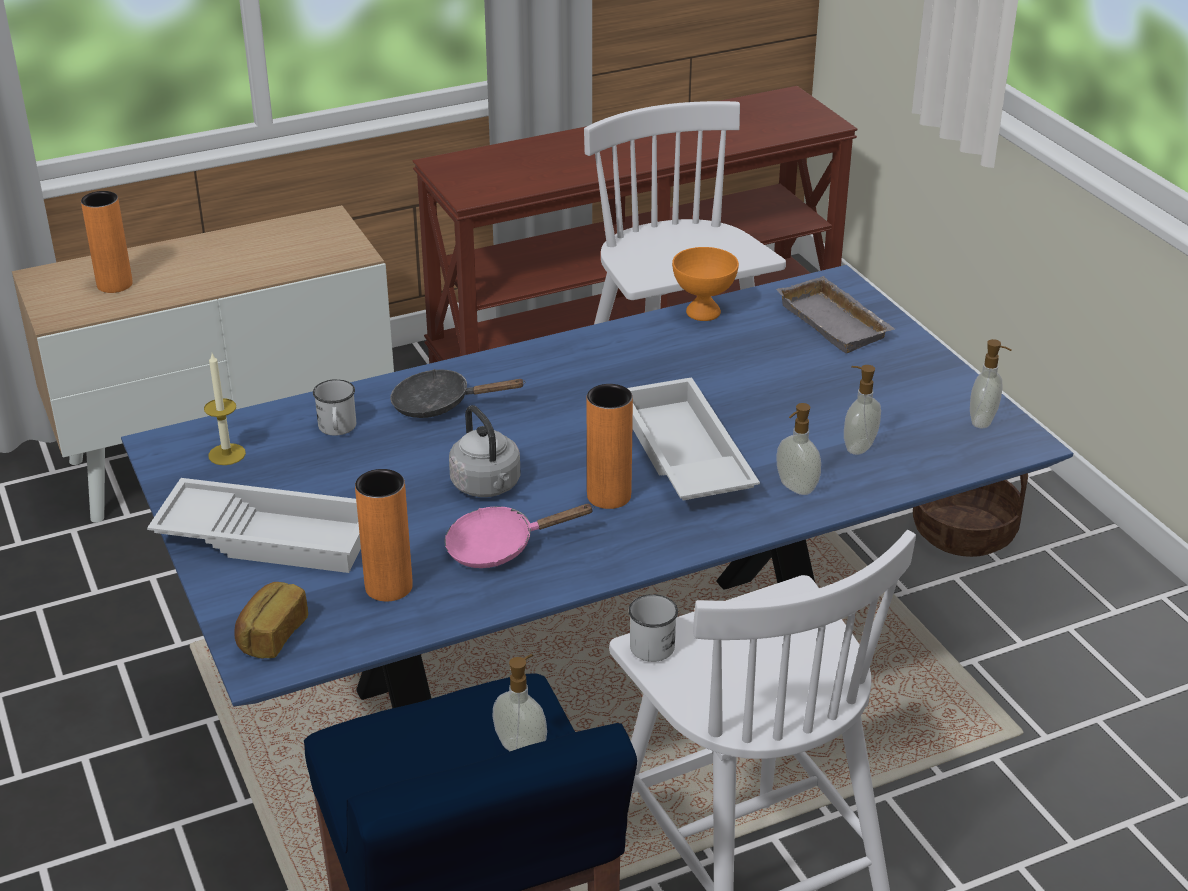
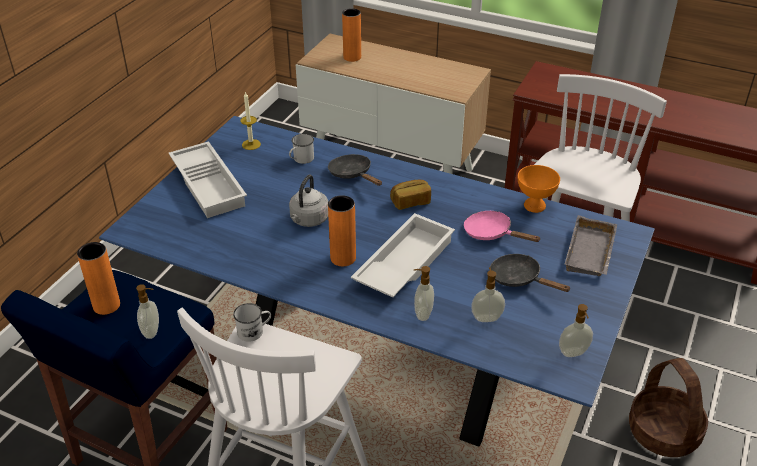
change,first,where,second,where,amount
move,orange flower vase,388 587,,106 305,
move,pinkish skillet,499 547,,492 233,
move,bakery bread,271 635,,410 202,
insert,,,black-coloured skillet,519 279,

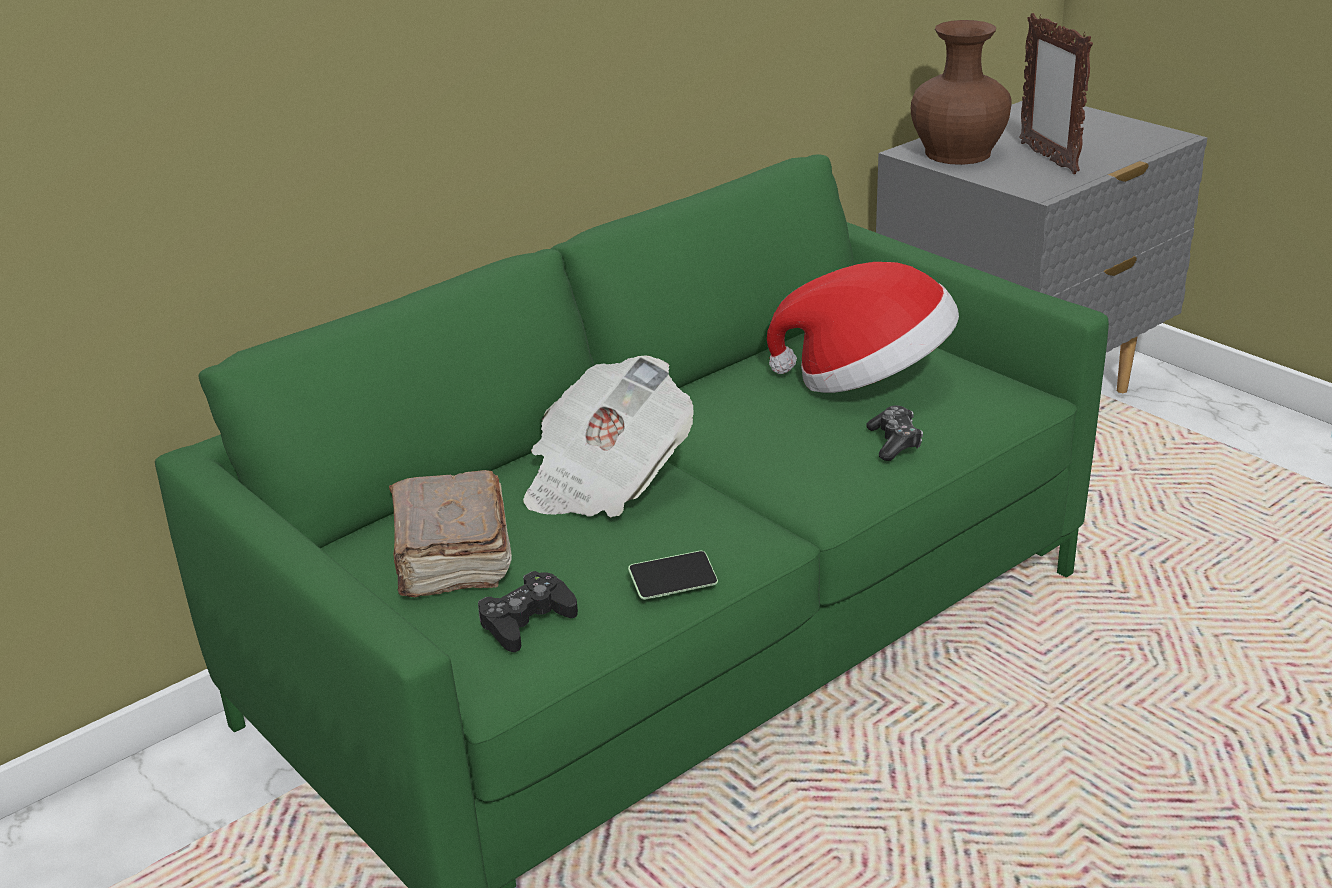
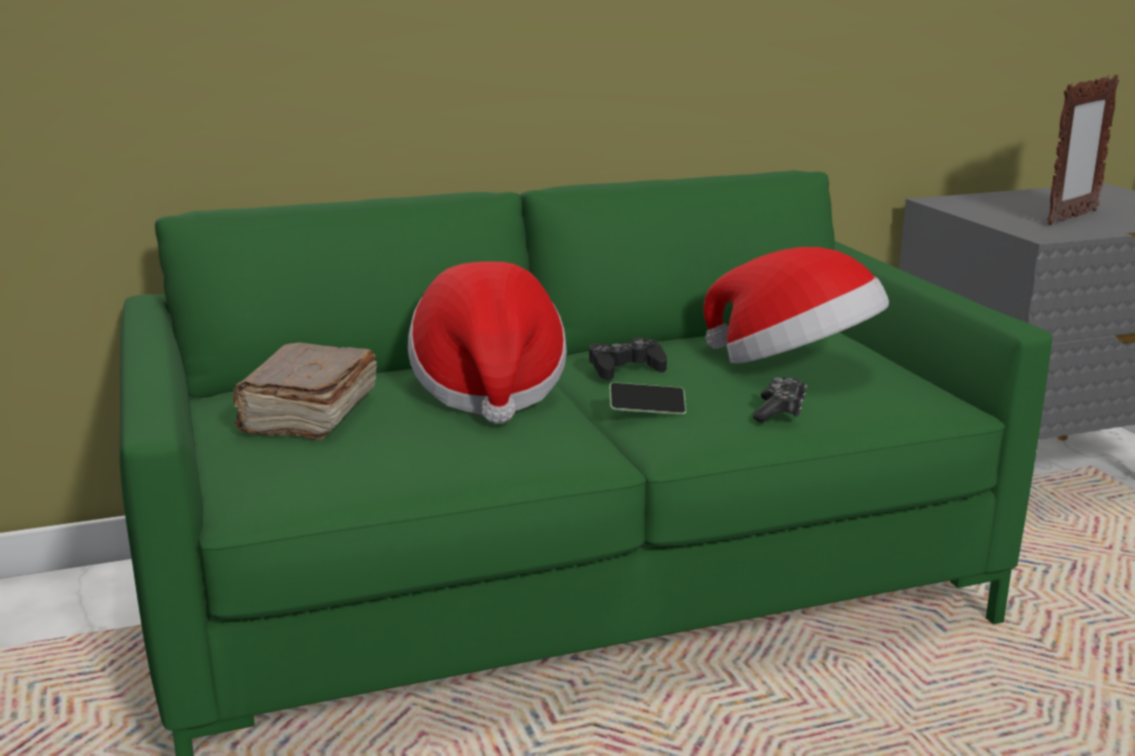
change,first,where,second,where,amount
rotate,standing frame,1048 158,,1071 217,135 degrees counterclockwise
delete,brownish flower vase,958 153,,,
replace,newspaper,605 480,hat,488 390,
move,handset,673 585,,647 409,
move,black-coloured gamepad,526 621,,625 368,

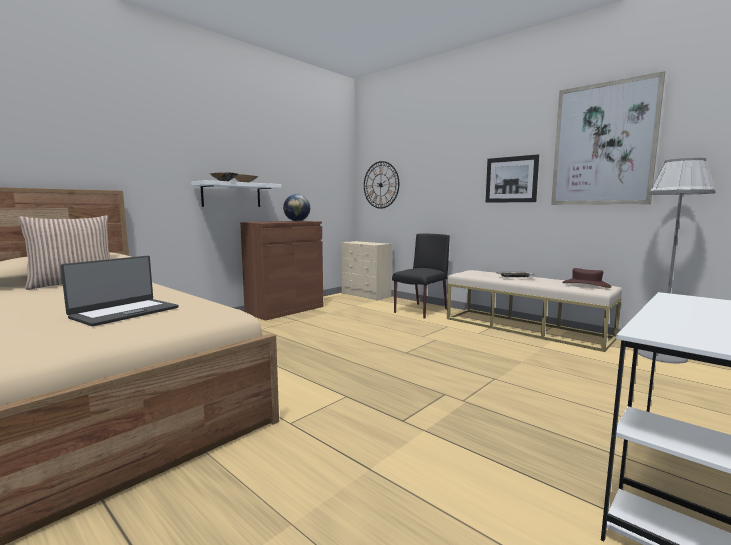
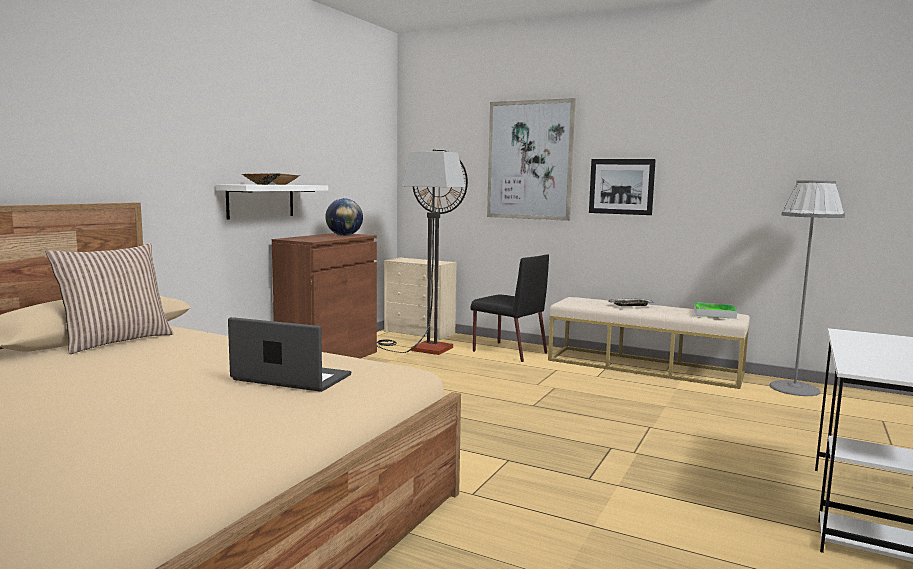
change,first,where,second,where,amount
move,wall art,603 144,,530 160,
rotate,black-coloured chair,420 311,,508 351,105 degrees clockwise
rotate,notebook computer,124 312,,291 378,90 degrees counterclockwise
replace,brownish hat,586 284,serving tray,714 313,
insert,,,standard lamp,420 348,

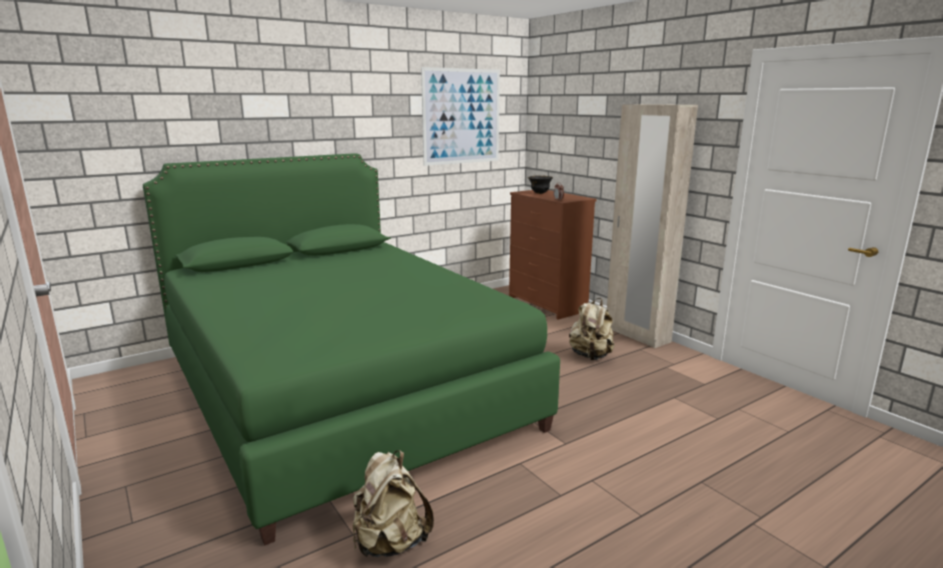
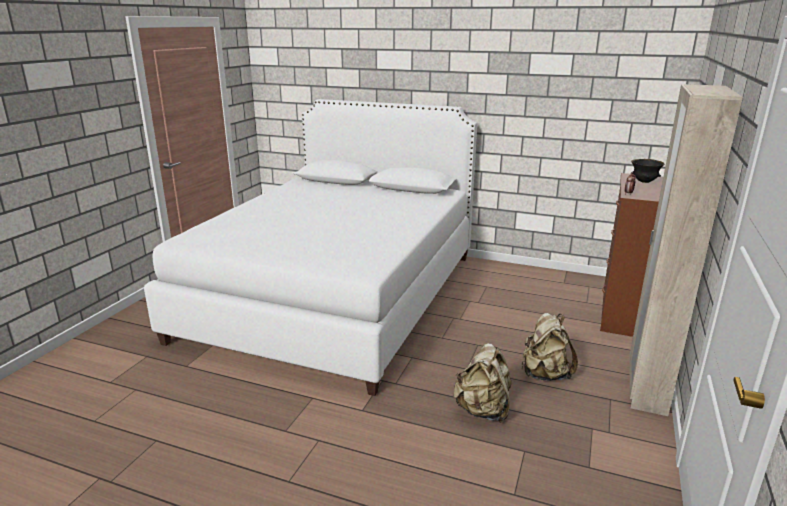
change,first,where,second,where,amount
delete,wall art,461 116,,,
recolor,green bed,340 391,whitish bed,336 295,
move,sand-coloured rucksack,390 543,,483 410,

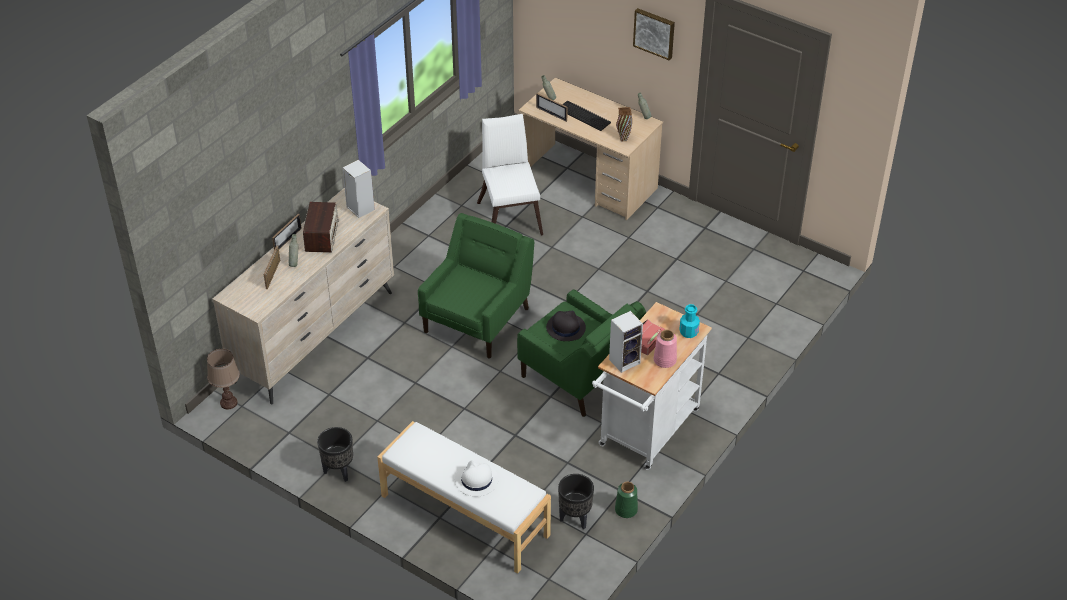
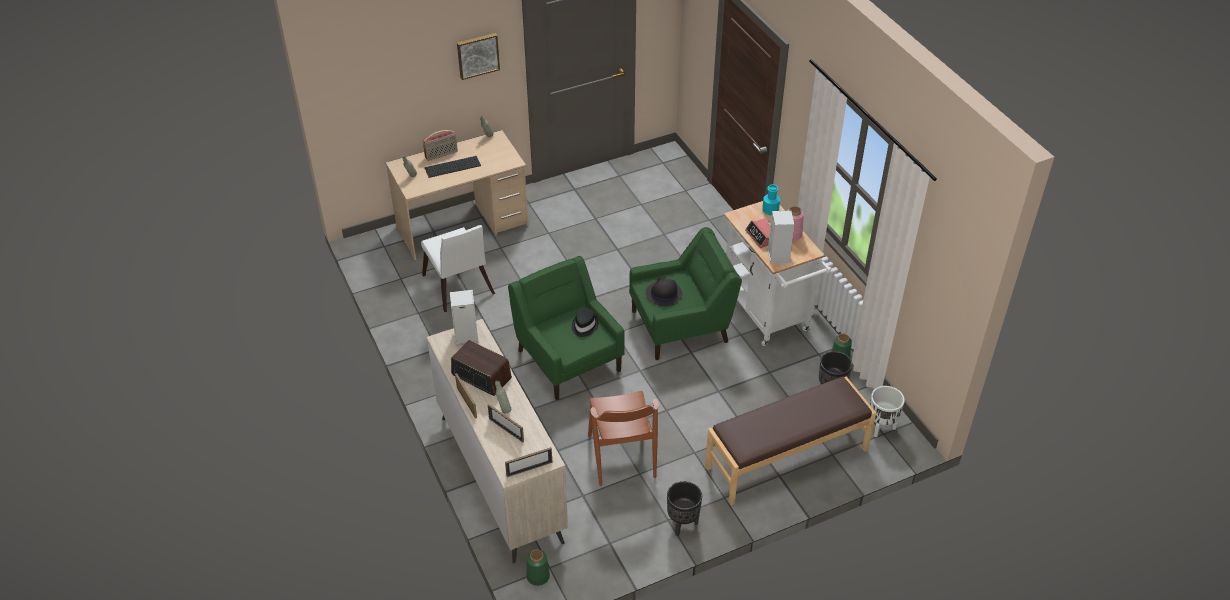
change,first,where,second,where,amount
move,standing frame,551 114,,529 469,
delete,brownish flower vase,623 139,,,
rotate,whitish chair,510 215,,459 288,135 degrees counterclockwise
replace,brownish table lamp,228 403,green flower vase,537 576,
recolor,whitish bench,464 516,brownish bench,787 459,
delete,whitish hat,476 480,,,
insert,,,radio,441 155,
insert,,,black-coloured hat,584 326,
insert,,,whitish flower pot,880 428,
insert,,,brownish chair,621 456,

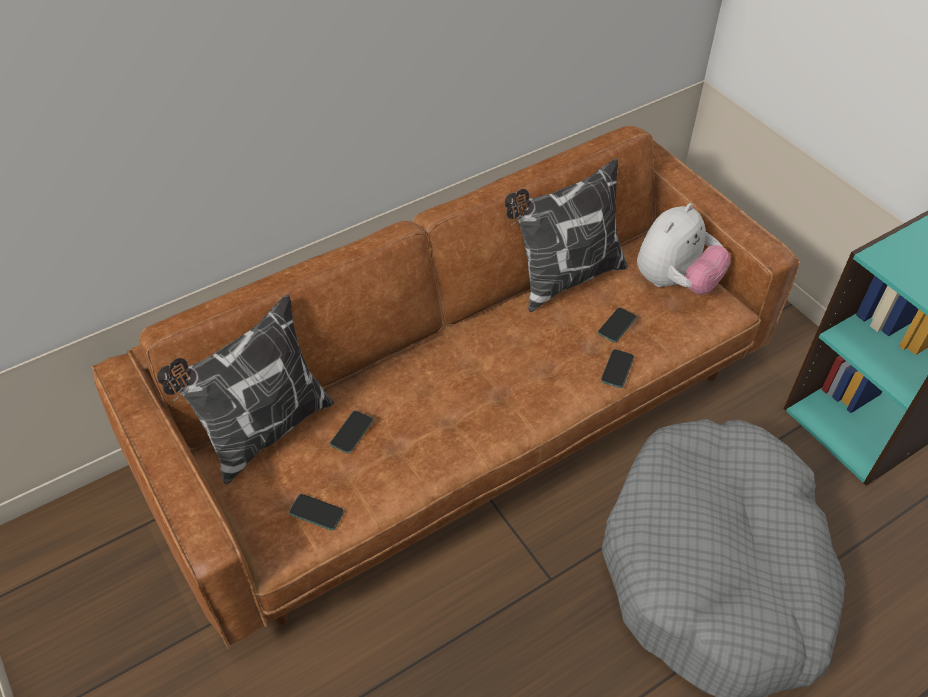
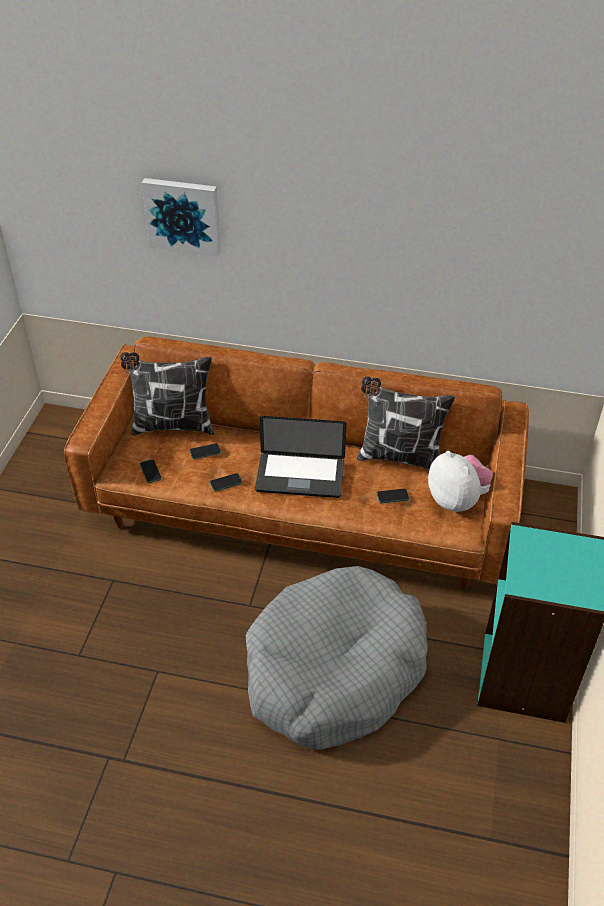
change,first,where,second,where,amount
rotate,soft toy,675 283,,457 500,120 degrees counterclockwise
move,handset,617 369,,225 483,
insert,,,wall art,183 215,
insert,,,notebook computer,300 476,

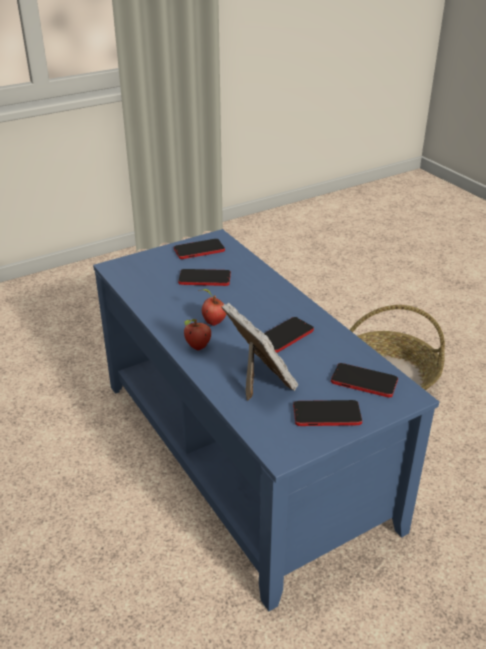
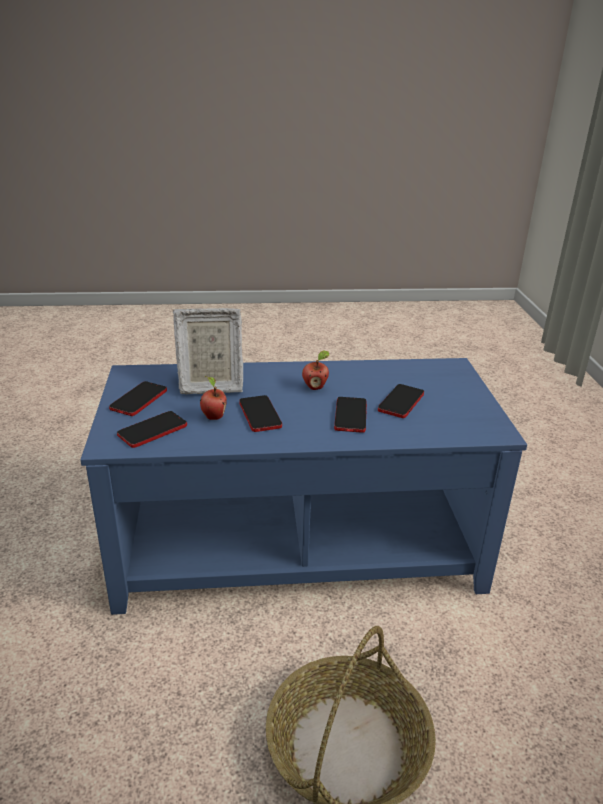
change,first,where,second,where,amount
move,handset,199 250,,350 415,
move,apple,197 347,,213 417,

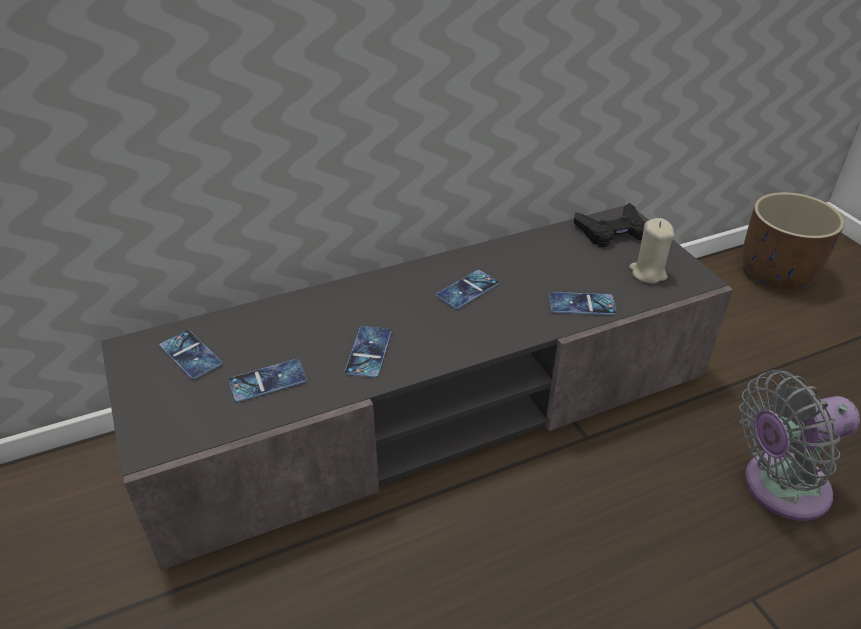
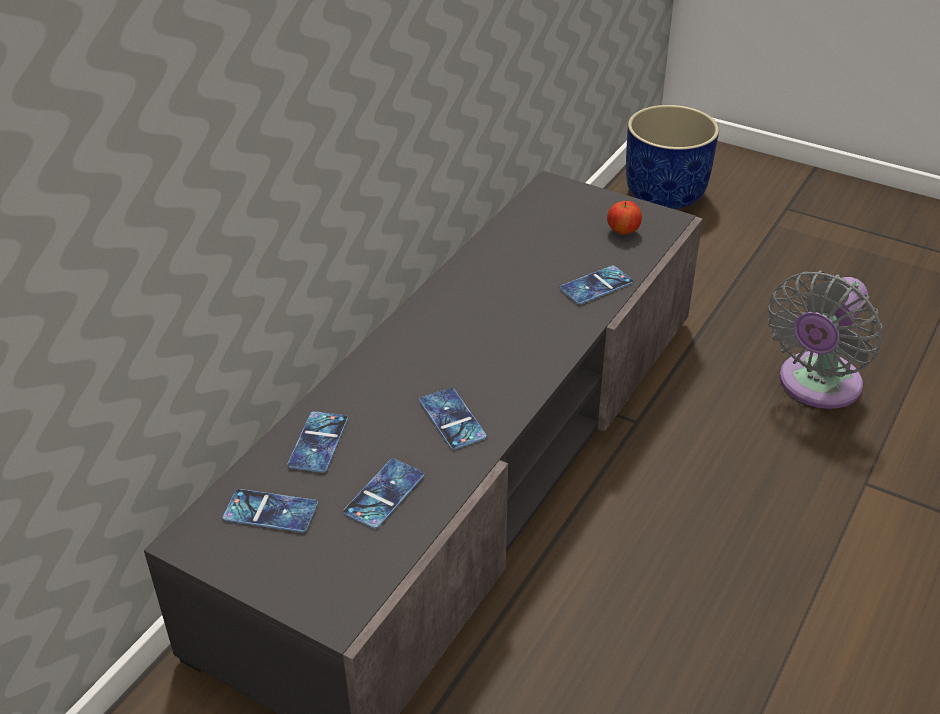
change,first,where,second,where,amount
recolor,brownish flower pot,776 274,bluish flower pot,665 194,
delete,black-coloured gamepad,611 231,,,
replace,sand-coloured candle,648 273,apple,623 232,
move,handset,467 290,,318 442,

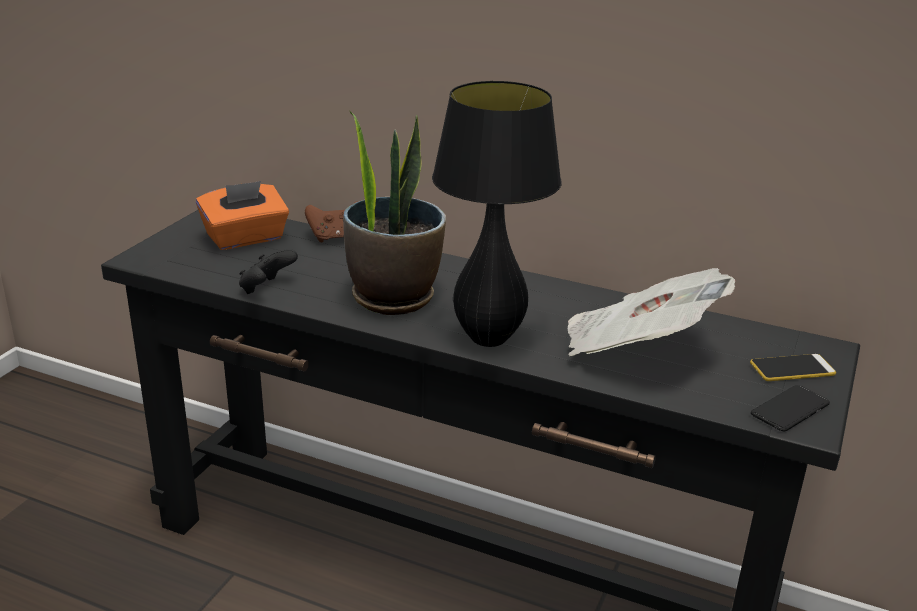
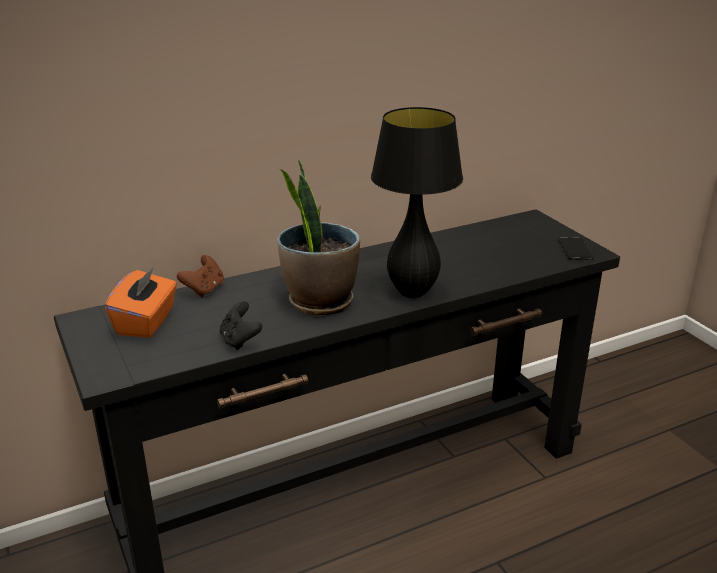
change,first,where,second,where,amount
delete,newspaper,636 349,,,
delete,handset,792 369,,,

